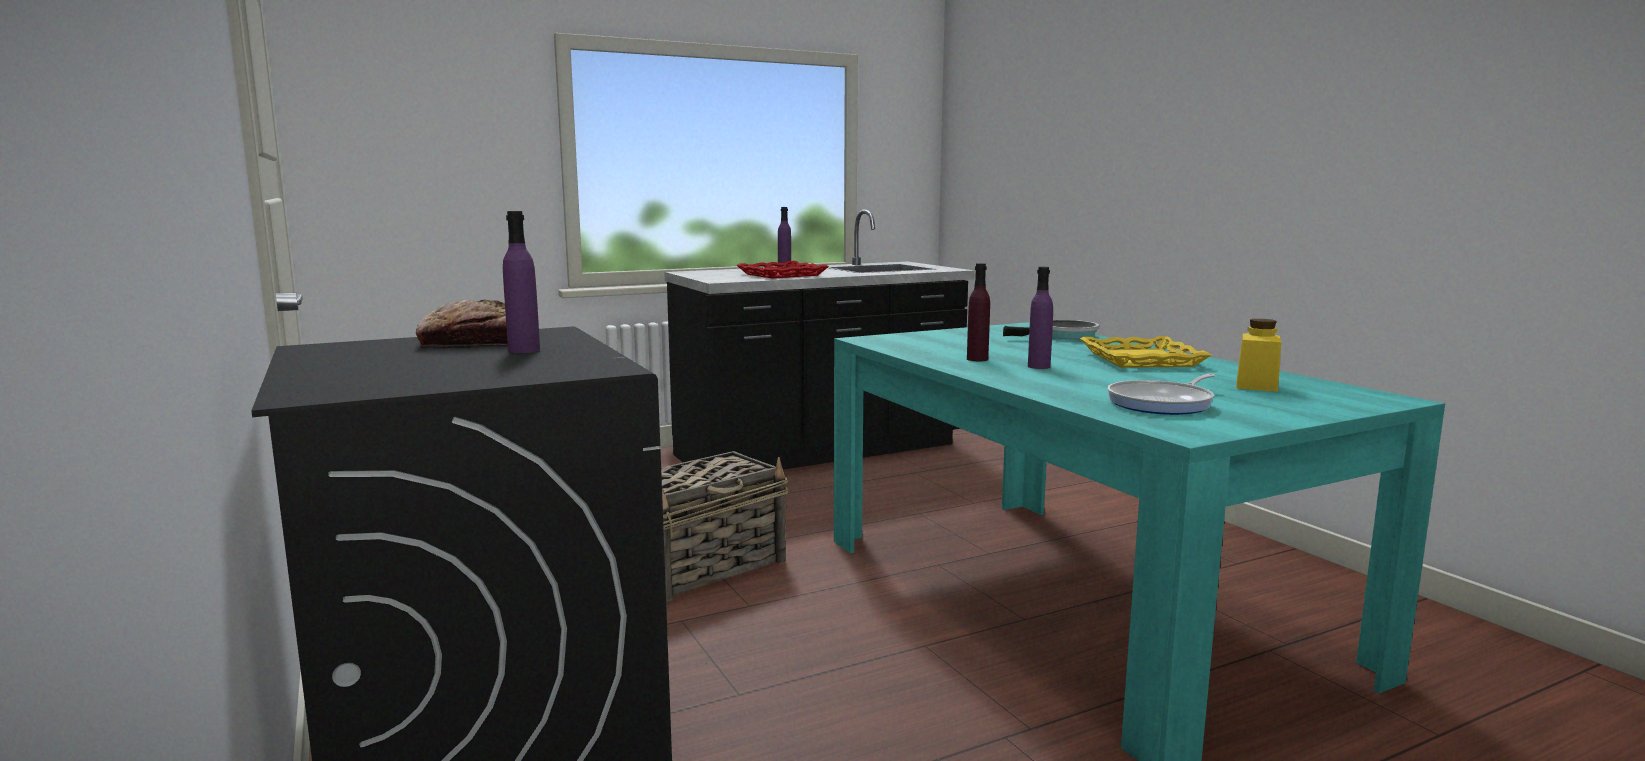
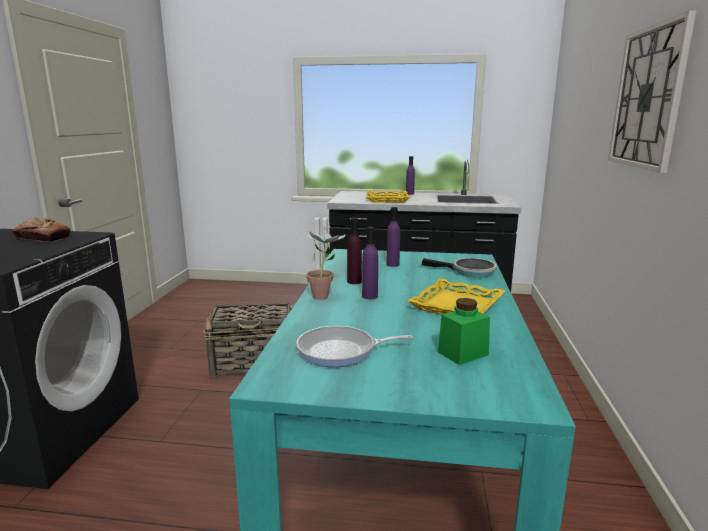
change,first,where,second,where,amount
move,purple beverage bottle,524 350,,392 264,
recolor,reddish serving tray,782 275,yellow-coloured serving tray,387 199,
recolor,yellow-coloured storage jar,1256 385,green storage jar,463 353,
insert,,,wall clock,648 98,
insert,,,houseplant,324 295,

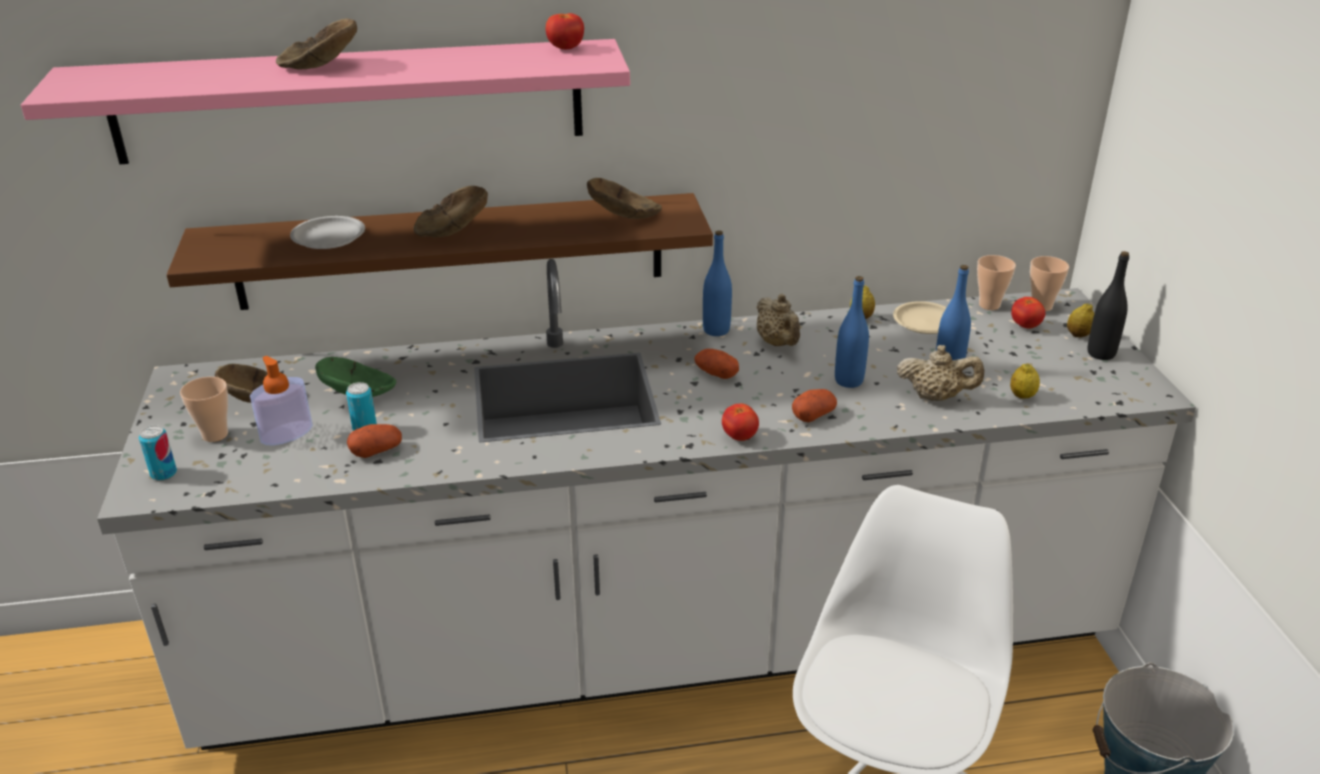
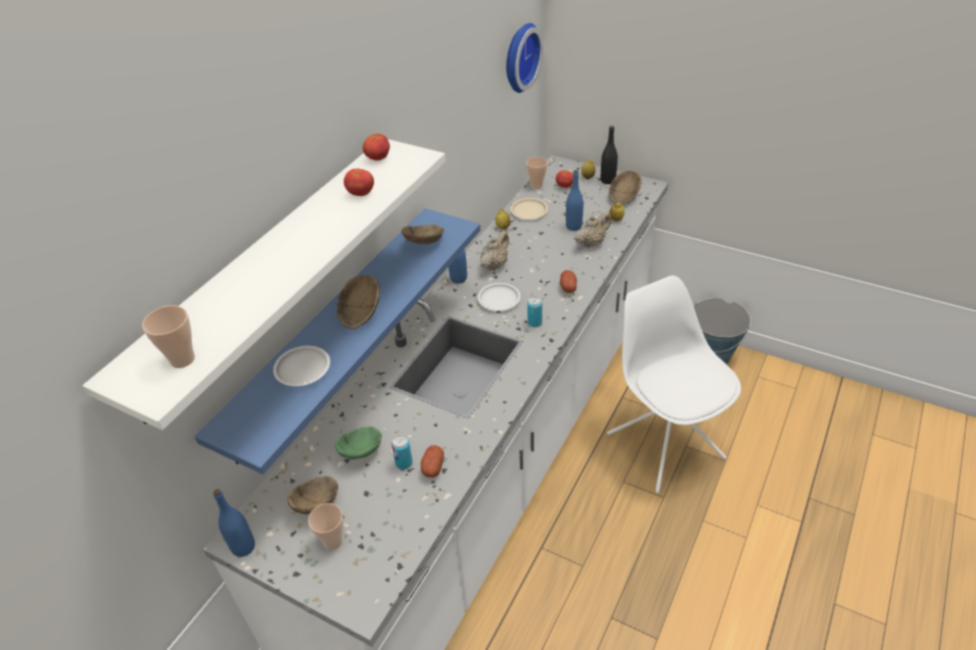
change,first,where,second,where,amount
move,brownish serving bowl,318 65,,622 197,
recolor,pinkish wall shelf,350 101,whitish wall shelf,268 270,
recolor,brownish wall shelf,451 251,bluish wall shelf,332 329,
move,drinking cup,1041 306,,182 359,
move,bluish beverage bottle,848 381,,243 547,
rotate,sand-coloured pot for tea,778 343,,495 265,75 degrees counterclockwise
replace,potato,716 374,whitish flat dish,498 299,
delete,soap bottle,286 433,,,
move,whole tomato,739 436,,361 193,
move,can,163 474,,534 323,
insert,,,wall clock,519 57,

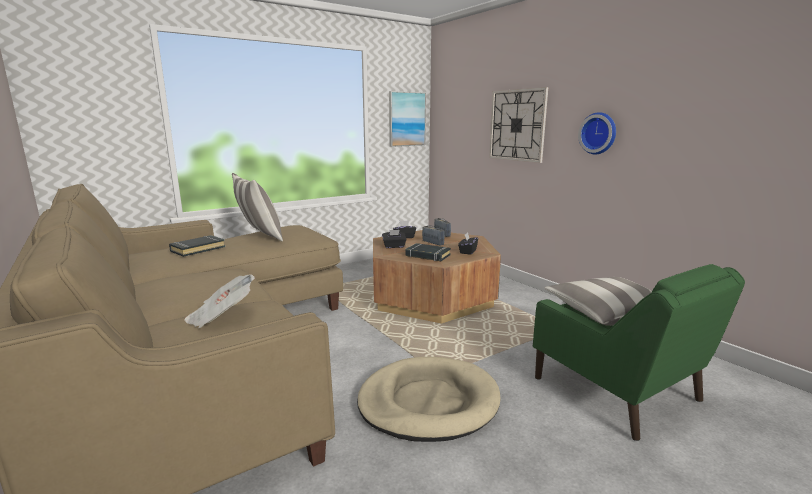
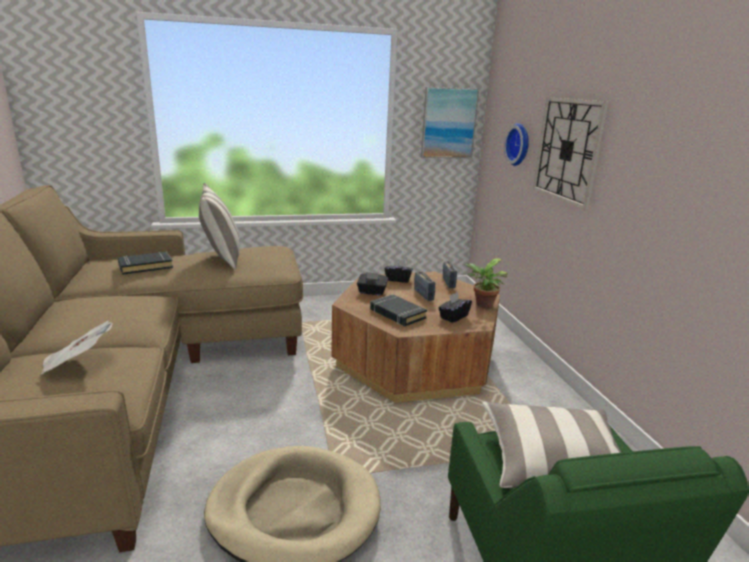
change,first,where,second,where,amount
move,wall clock,599 133,,519 144,
insert,,,houseplant,482 305,

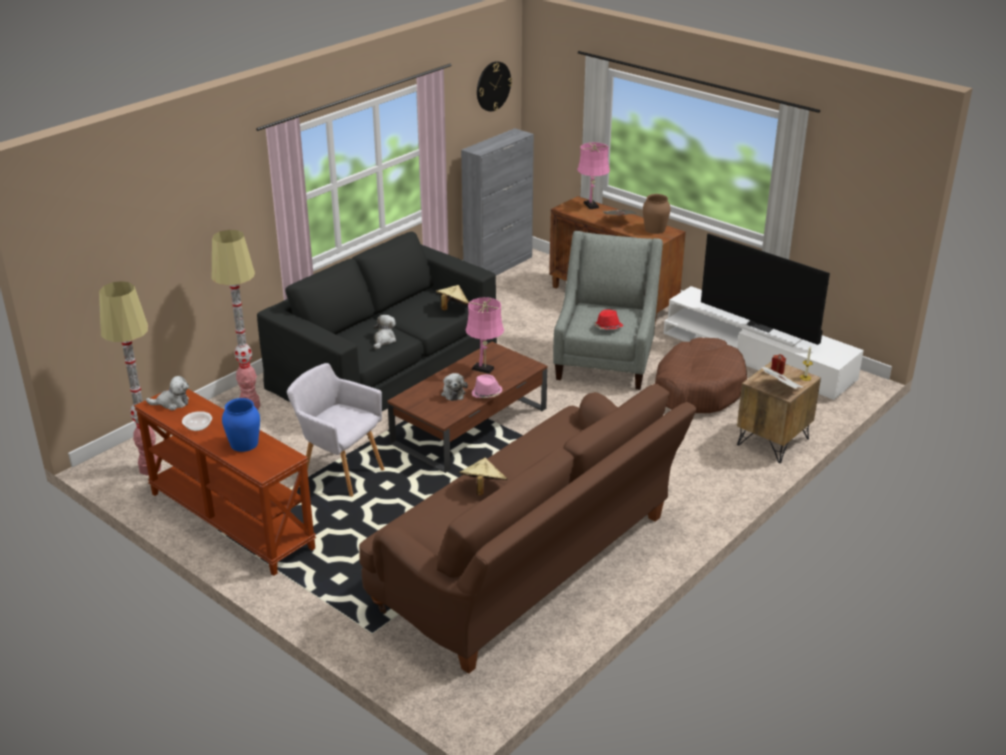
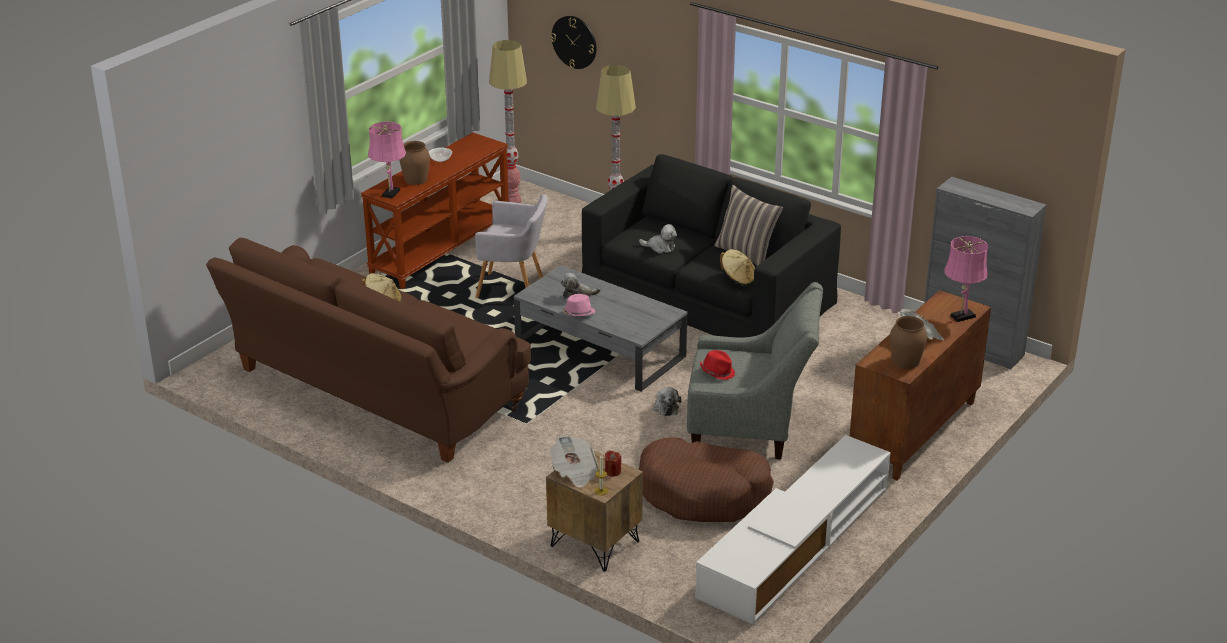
change,first,where,second,where,amount
move,wall clock,493 86,,574 42,
delete,television,762 325,,,
move,pinkish table lamp,484 369,,390 194,
recolor,brownish lounge table,470 425,grey lounge table,600 349,
rotate,grey armchair,340 472,,513 289,75 degrees clockwise
move,soft toy,172 403,,666 407,
recolor,bluish flower vase,244 444,brownish flower vase,416 179,
insert,,,pillow,746 254,

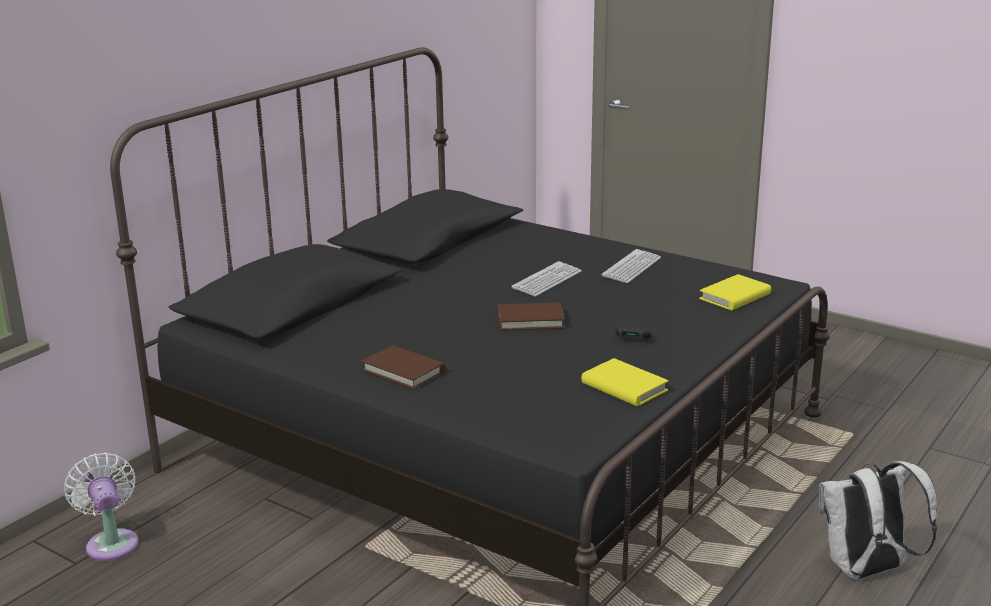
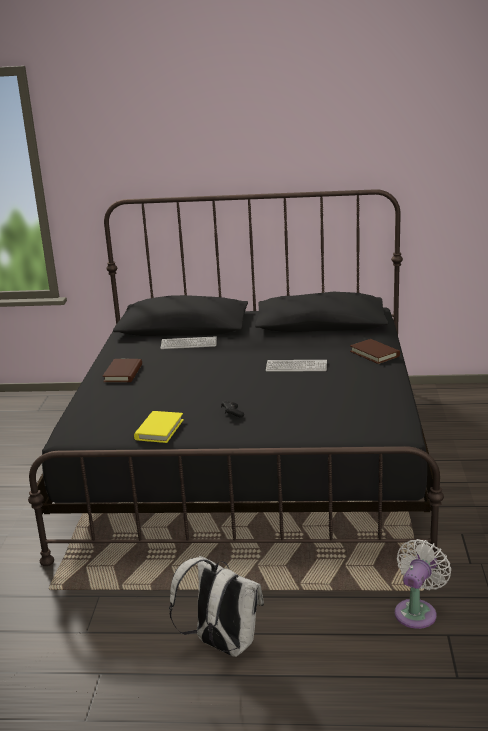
change,first,where,second,where,amount
move,keyboard,631 268,,189 344,
delete,yellow-coloured book,735 296,,,
move,brownish book,530 320,,374 354,
move,whitish cooling fan,111 542,,417 611,

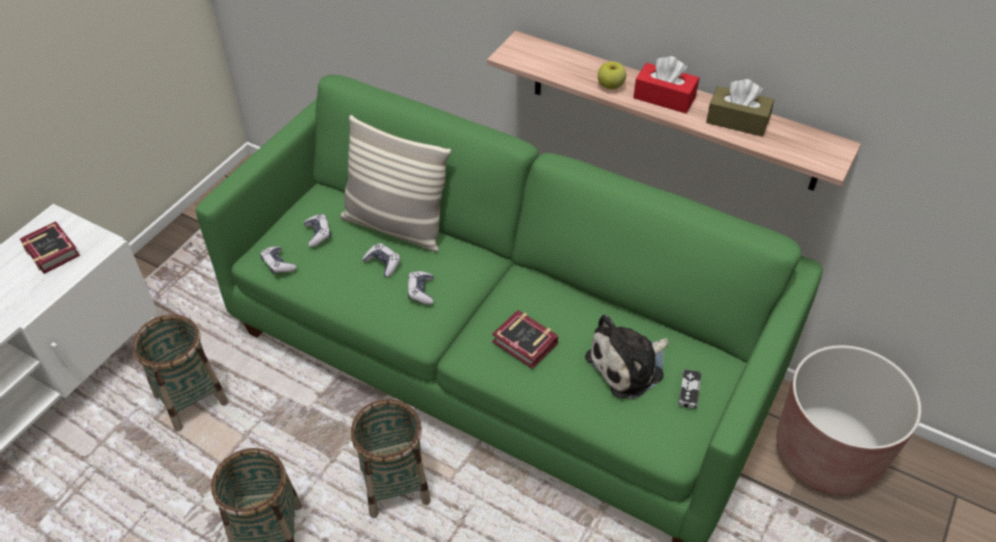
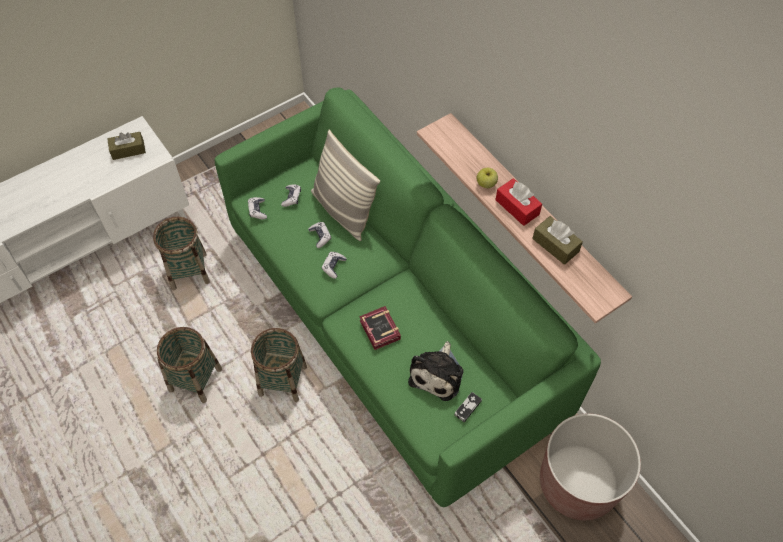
change,first,where,second,where,amount
replace,book,52 249,brownish box of tissues,128 150,
rotate,soft toy,629 366,,438 374,60 degrees counterclockwise

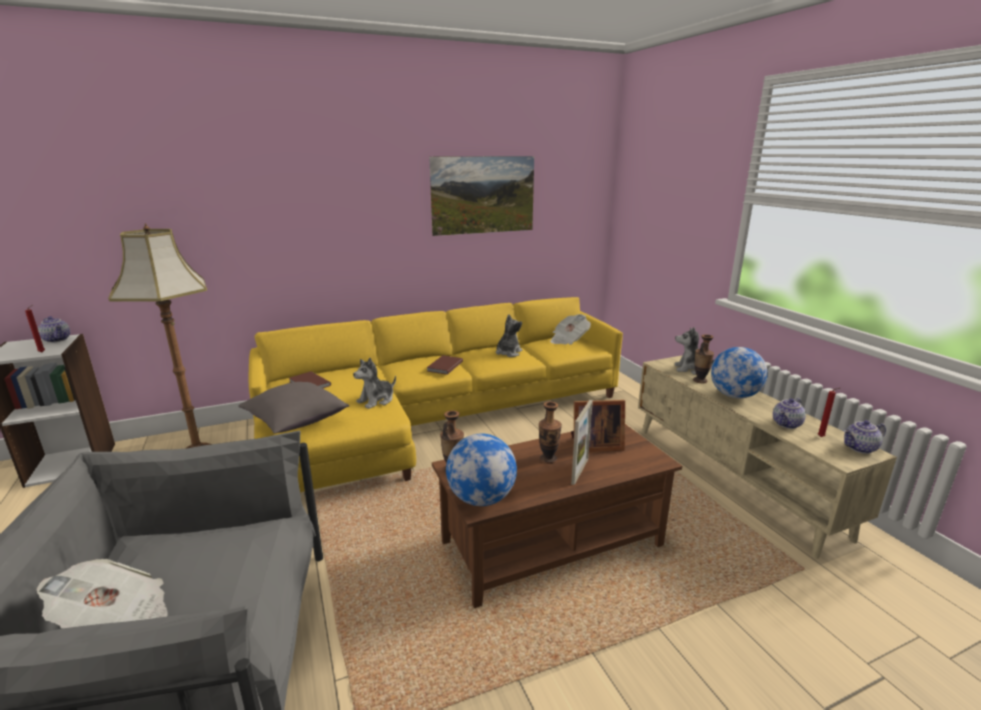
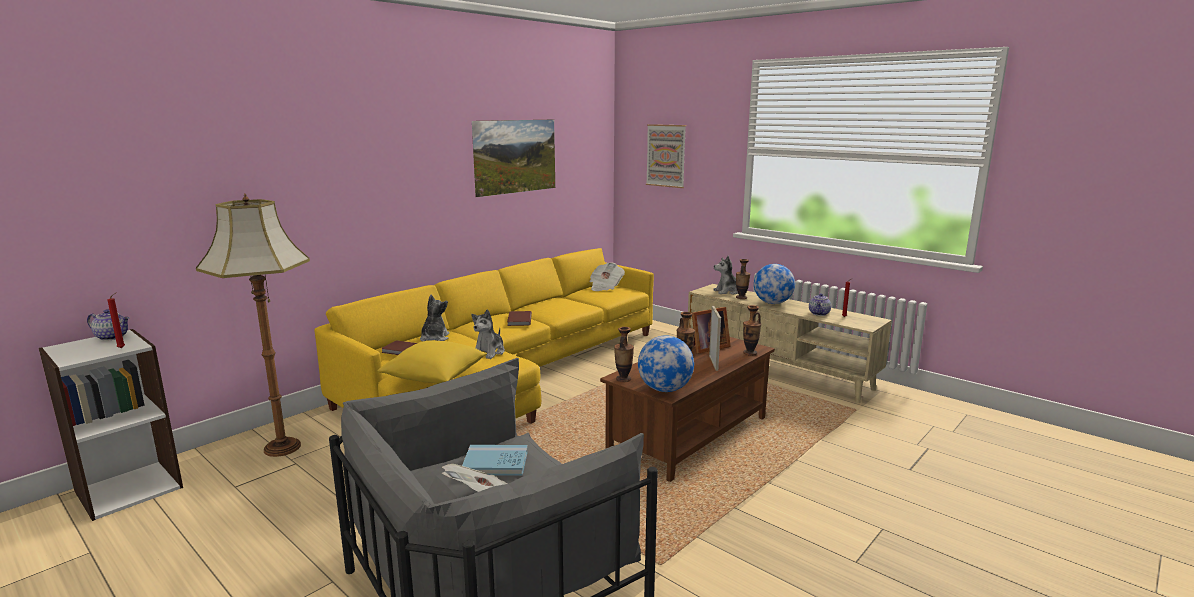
change,first,where,second,where,amount
move,soft toy,508 353,,434 338,
recolor,grey pillow,296 421,yellow-coloured pillow,435 378,
delete,pot for tea,860 448,,,
insert,,,wall art,666 155,
insert,,,flower vase,750 353,
insert,,,bluish book,495 463,

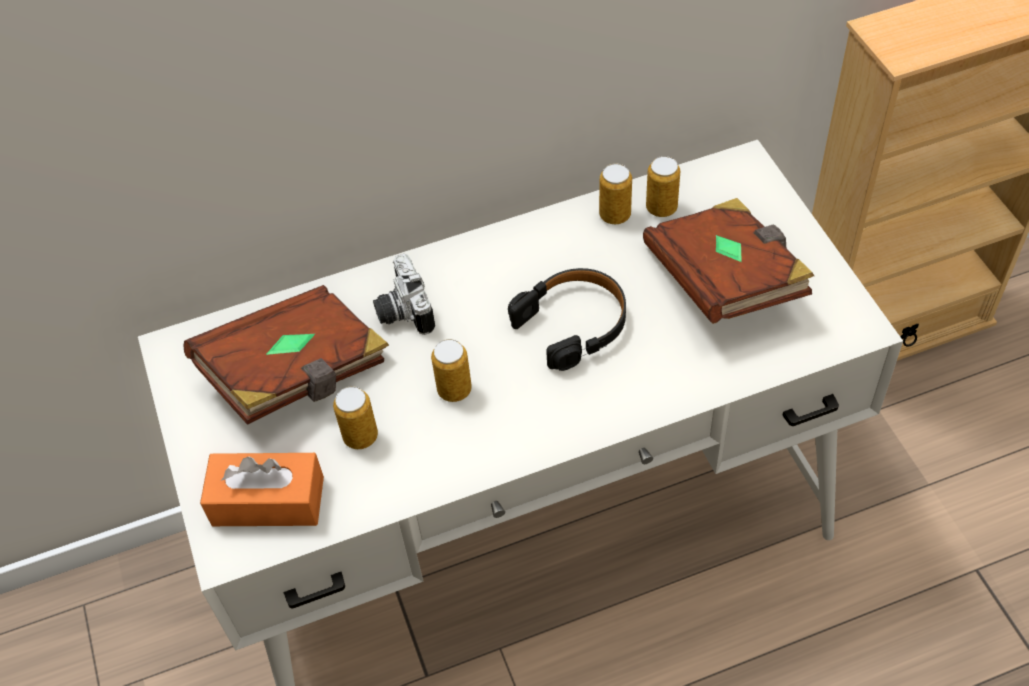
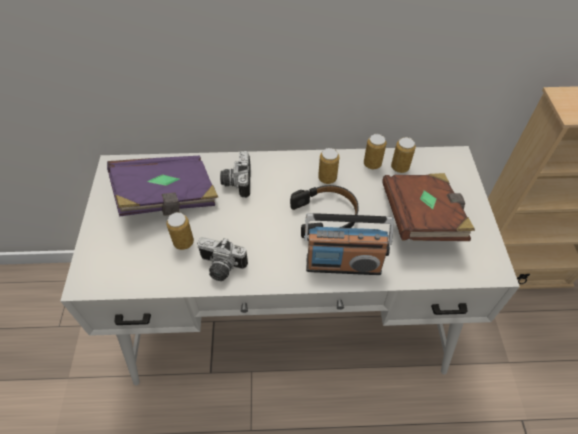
change,first,where,second,where,amount
recolor,brownish book,297 374,purple book,167 198,
move,can,454 389,,327 178,
delete,orange box of tissues,268 501,,,
insert,,,radio,343 264,
insert,,,still camera,221 267,

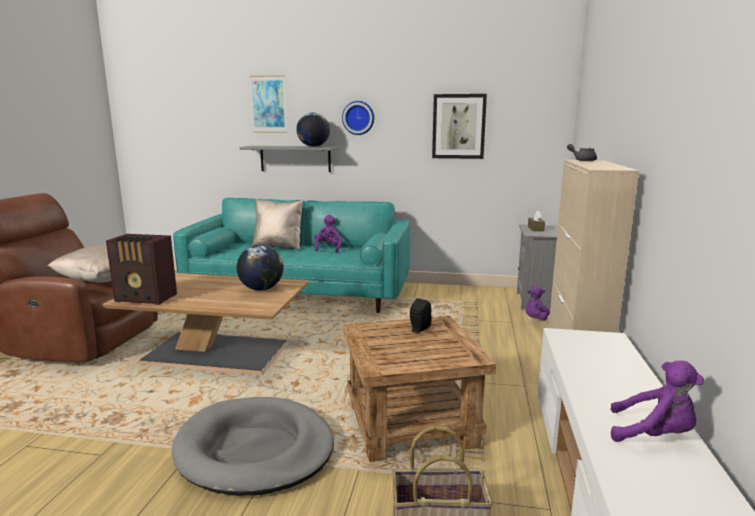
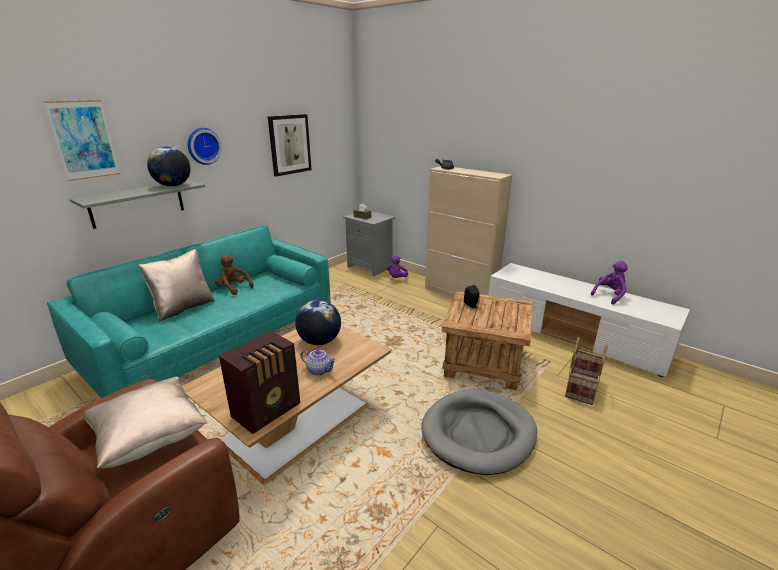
change,first,where,second,where,amount
recolor,purple soft toy,328 249,brownish soft toy,233 288,
insert,,,pot for tea,319 370,

